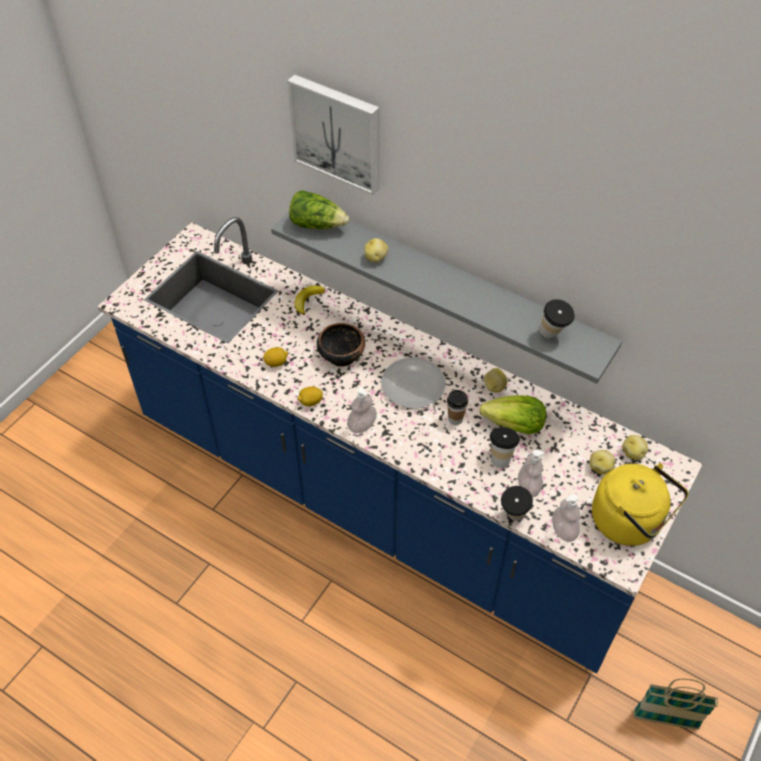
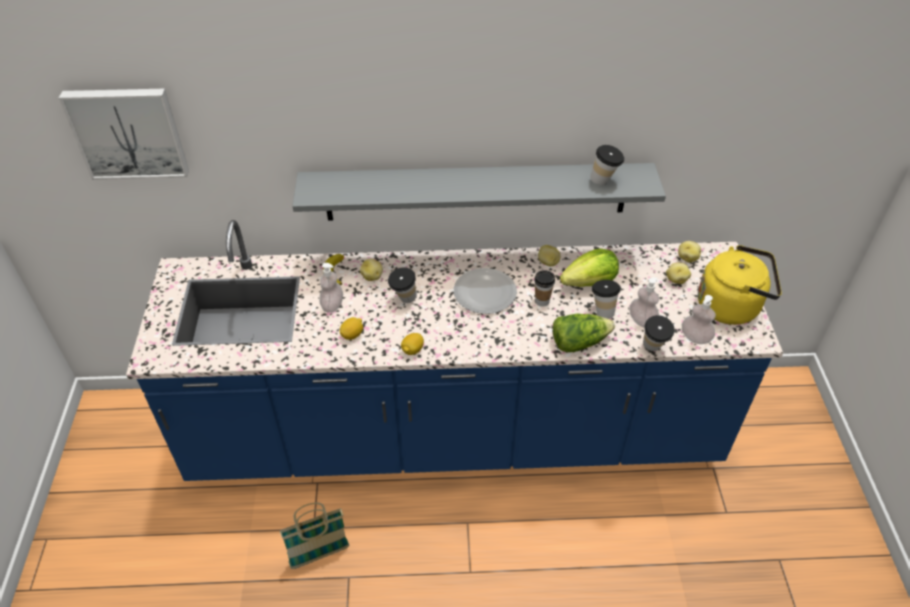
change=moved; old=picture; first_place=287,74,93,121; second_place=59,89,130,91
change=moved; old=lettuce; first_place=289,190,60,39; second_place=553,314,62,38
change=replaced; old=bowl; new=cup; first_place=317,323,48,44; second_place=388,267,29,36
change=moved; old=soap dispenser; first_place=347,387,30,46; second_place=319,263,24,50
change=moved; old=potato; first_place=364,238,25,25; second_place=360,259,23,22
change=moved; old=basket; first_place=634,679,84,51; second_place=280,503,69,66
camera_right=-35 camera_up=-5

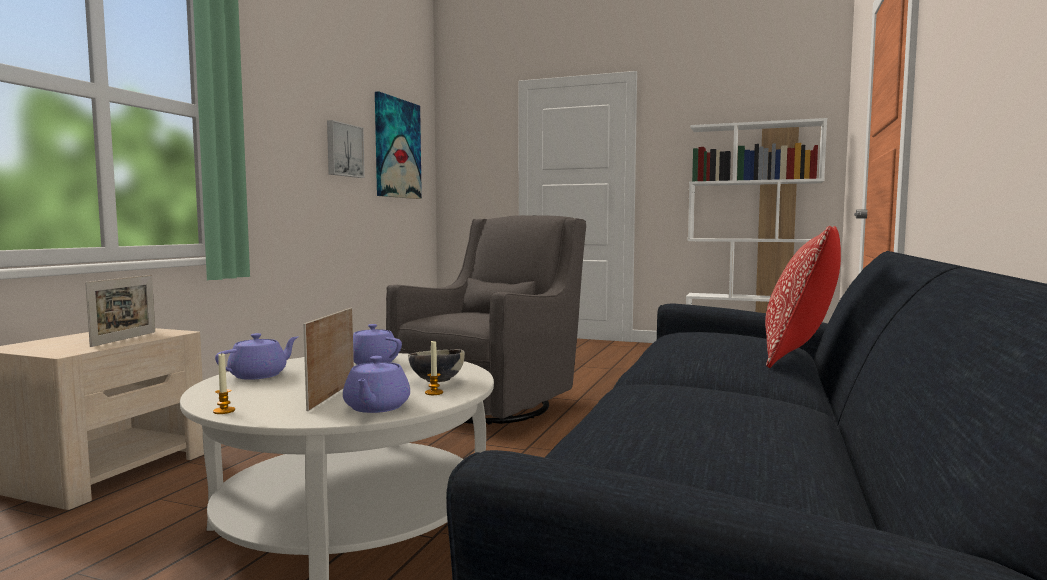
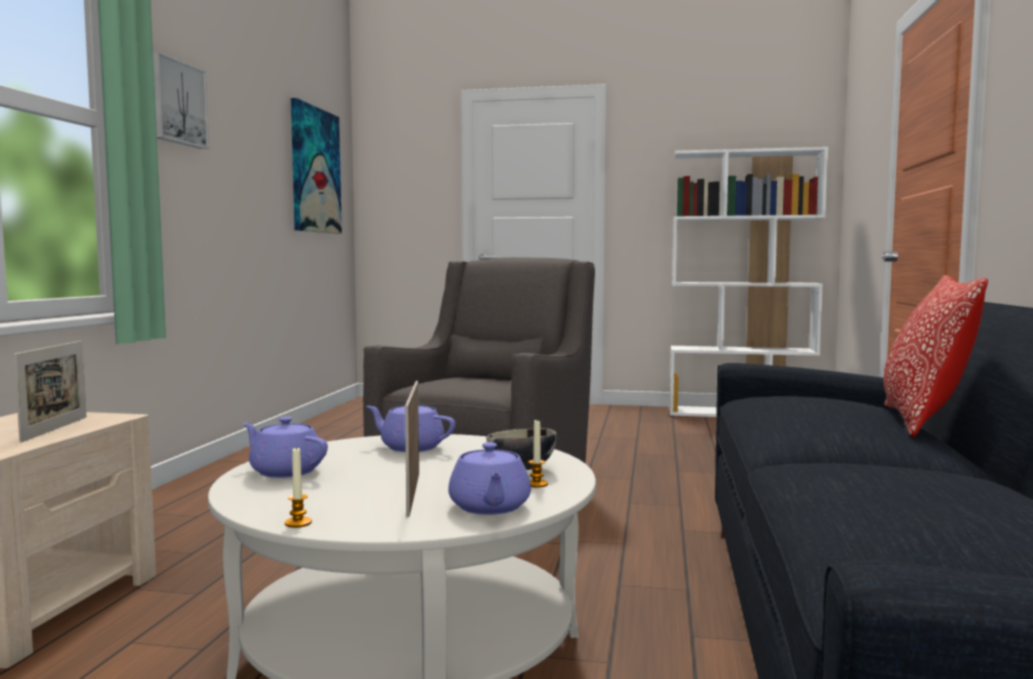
change=turned; old=purple teapot; first_place=215,333,84,47; second_place=243,417,85,61; degrees=-90
change=moved; old=picture; first_place=327,120,38,58; second_place=153,52,56,97
camera_right=-10 camera_up=0

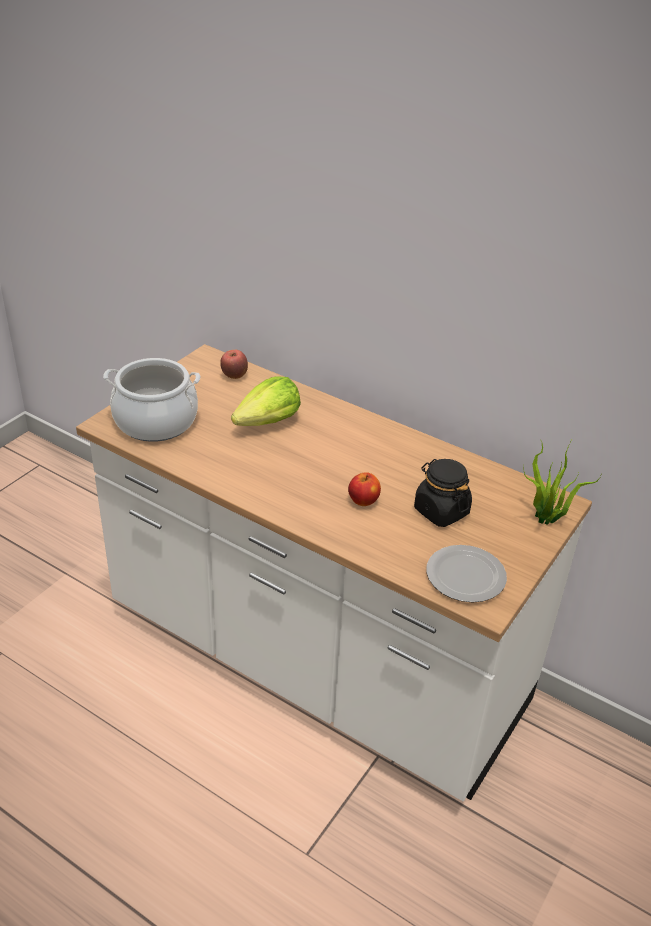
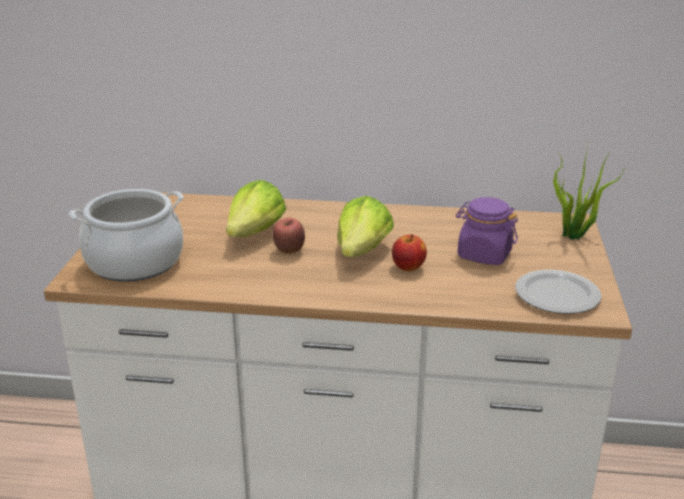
change=moved; old=apple; first_place=220,350,28,29; second_place=272,218,33,36
change=recoloured; old=black jar; new=purple jar; first_place=414,459,58,68; second_place=456,197,62,68
change=added; new=lettuce; second_place=337,196,57,61
camera_right=-25 camera_up=-10

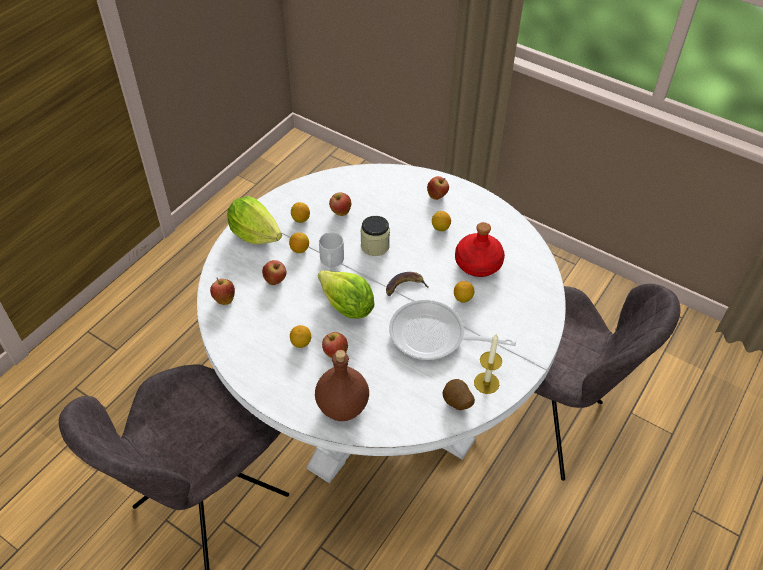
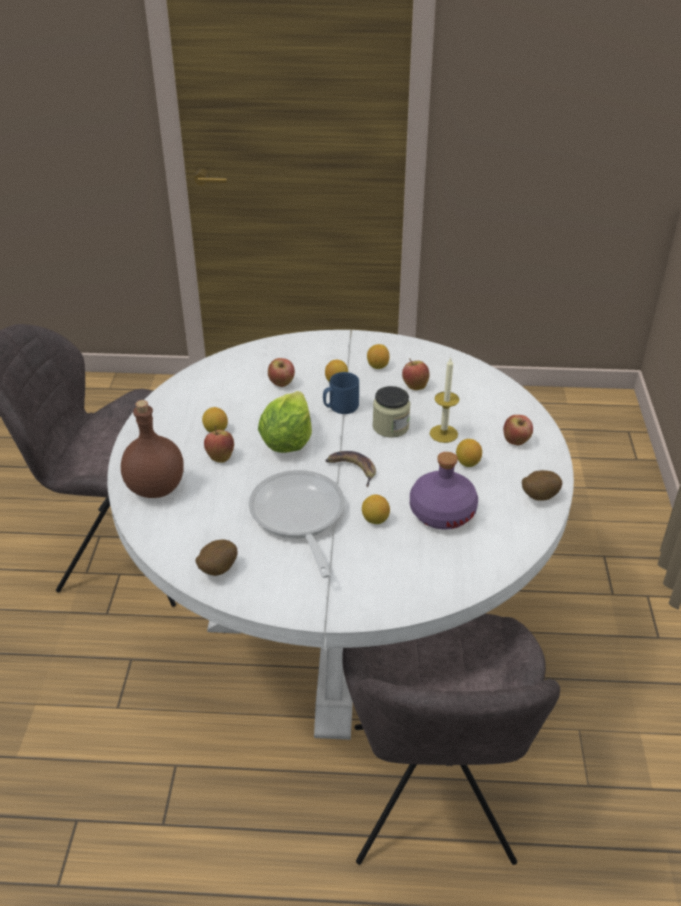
change=removed; old=apple; first_place=210,277,25,28
change=removed; old=lettuce; first_place=227,196,55,48
change=recoloured; old=grey mug; new=blue mug; first_place=319,232,25,36; second_place=323,372,36,42
change=recoloured; old=red bottle; new=purple bottle; first_place=455,222,50,55; second_place=410,452,68,78
change=moved; old=candle; first_place=474,333,28,61; second_place=430,357,29,86
change=added; new=potato; second_place=522,470,40,31
camera_right=60 camera_up=-10

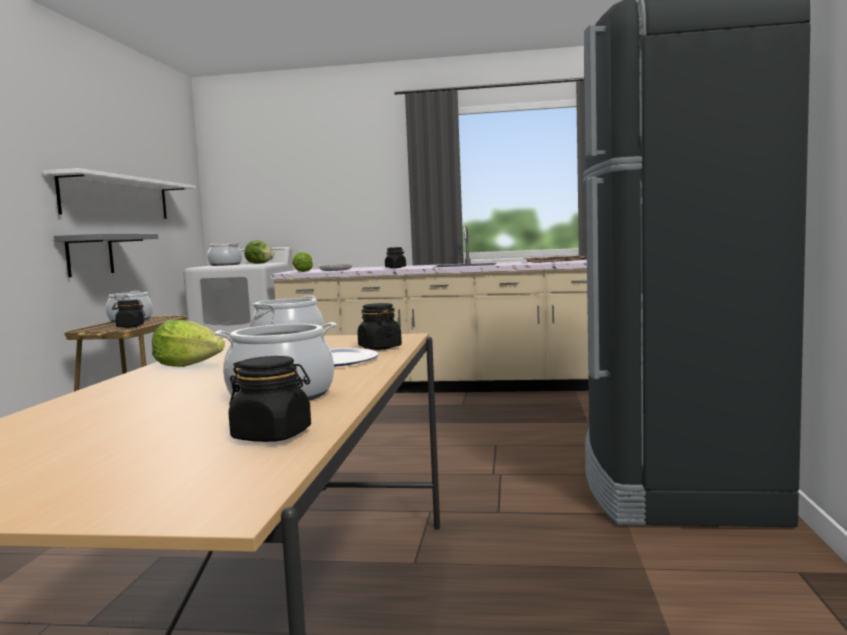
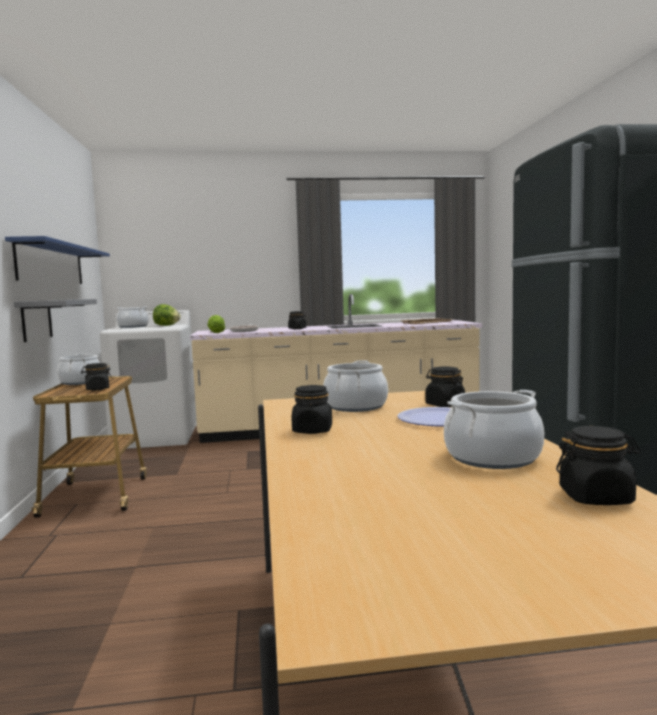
change=recoloured; old=white shelf; new=blue shelf; first_place=43,168,153,51; second_place=5,236,105,48
change=replaced; old=lettuce; new=black jar; first_place=152,320,73,47; second_place=292,385,40,49
camera_right=-15 camera_up=0

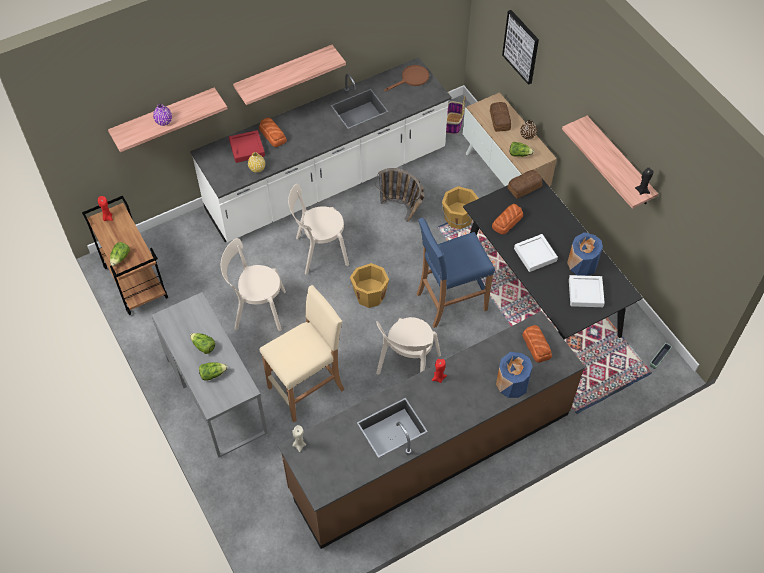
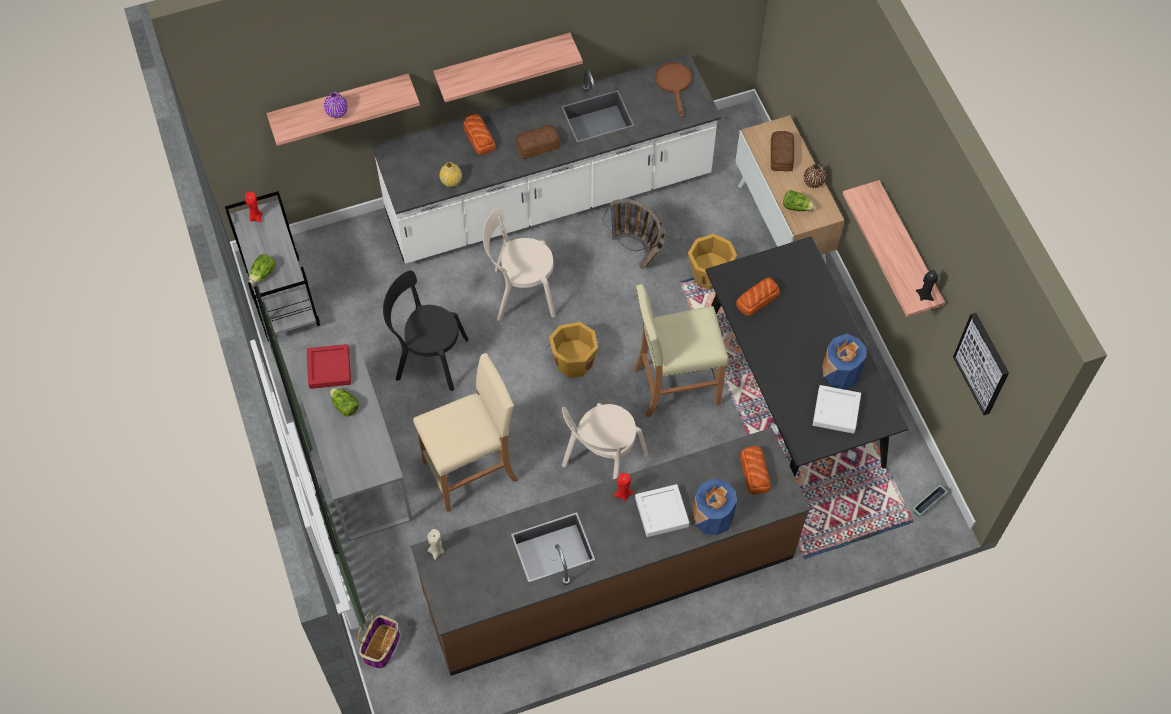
change=recoloured; old=brown cart; new=grey cart; first_place=82,196,86,119; second_place=225,191,95,150
change=removed; old=lettuce; first_place=199,362,29,19
change=recoloured; old=beige chair; new=black chair; first_place=221,238,65,93; second_place=383,270,85,121
change=moved; old=red tray; first_place=229,130,36,33; second_place=307,344,44,45
change=turned; old=brown frying pan; first_place=384,65,45,26; second_place=655,62,36,55; degrees=-75
change=recoloured; old=blue stool; new=beige stool; first_place=417,218,78,110; second_place=634,284,95,134
change=moved; old=basket; first_place=446,96,20,38; second_place=358,612,42,57
change=moved; old=picture; first_place=502,10,37,75; second_place=953,313,56,102
change=moved; old=bread; first_place=507,170,35,29; second_place=516,125,44,34
change=moved; old=white tray; first_place=514,234,44,38; second_place=635,484,54,53
camera_right=10 camera_up=5

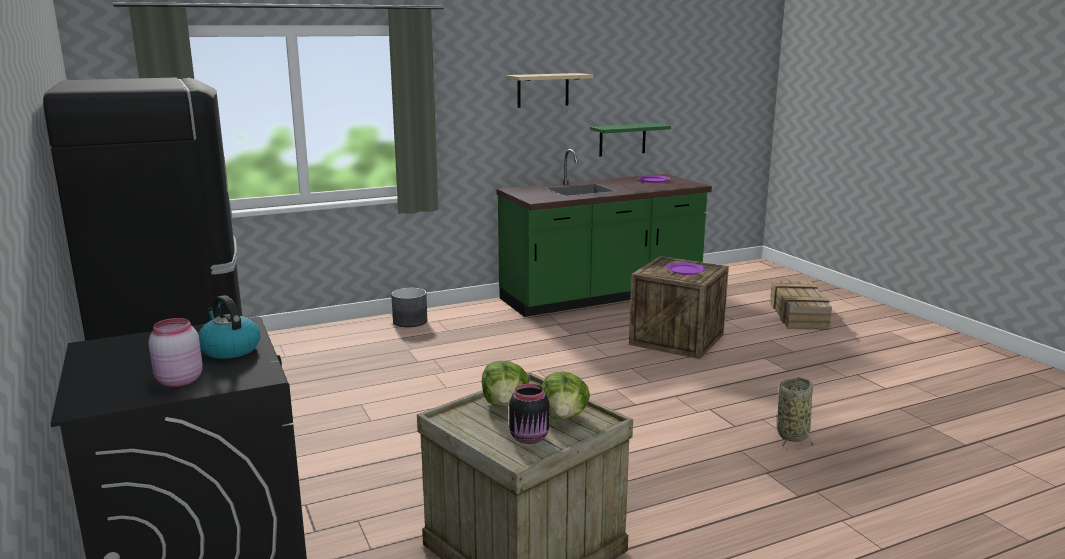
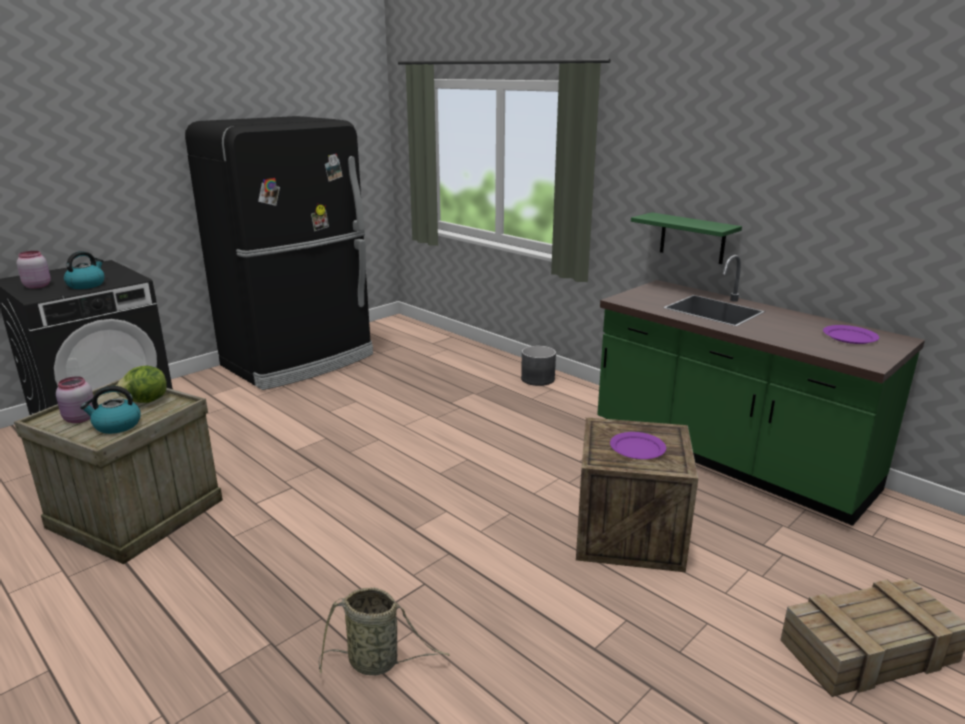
change=removed; old=beige shelf; first_place=506,73,87,35
change=recoloured; old=black jar; new=pink jar; first_place=509,383,40,61; second_place=56,376,38,47
change=replaced; old=lettuce; new=kettle; first_place=542,372,48,48; second_place=80,386,61,48
change=moved; old=green shelf; first_place=590,123,81,33; second_place=631,212,111,52
camera_right=70 camera_up=5

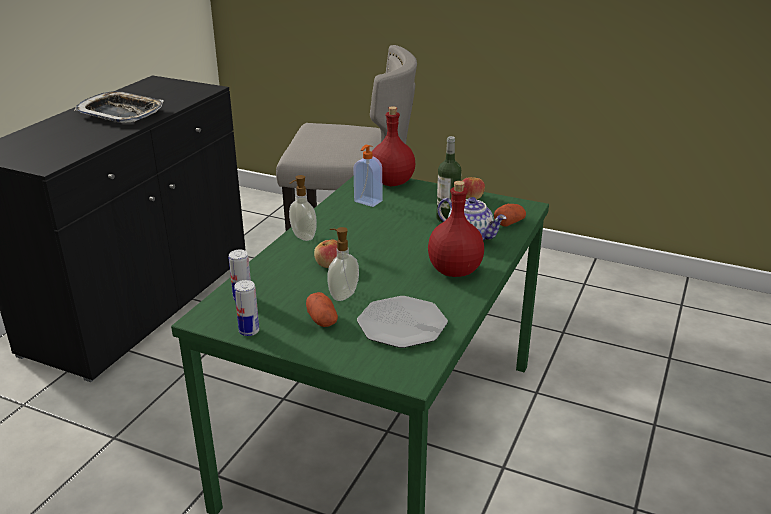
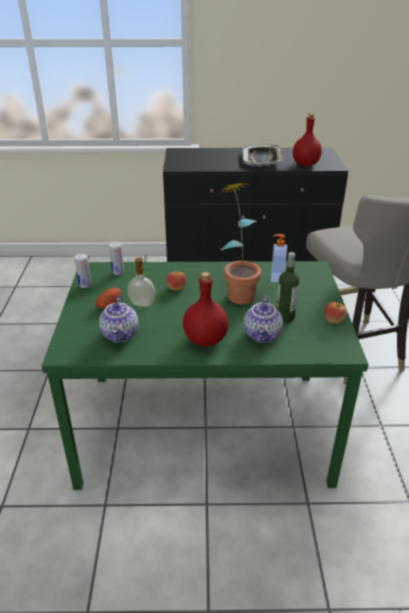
change=removed; old=soap dispenser; first_place=289,175,28,66
change=replaced; old=plate; new=teapot; first_place=357,296,91,52; second_place=99,295,39,48
change=moved; old=red bottle; first_place=372,106,43,80; second_place=293,113,29,53
change=removed; old=potato; first_place=494,204,32,23
change=added; new=potted plant; second_place=217,183,44,121
camera_right=65 camera_up=5

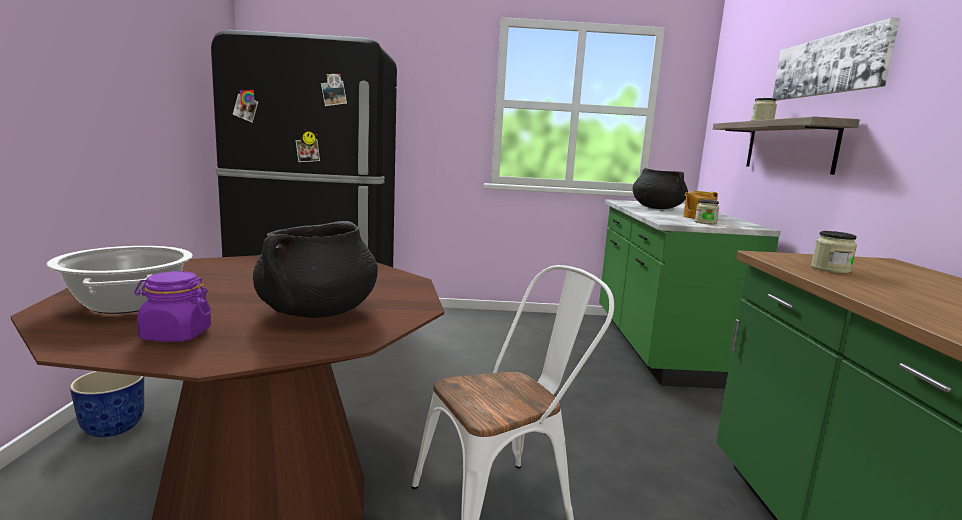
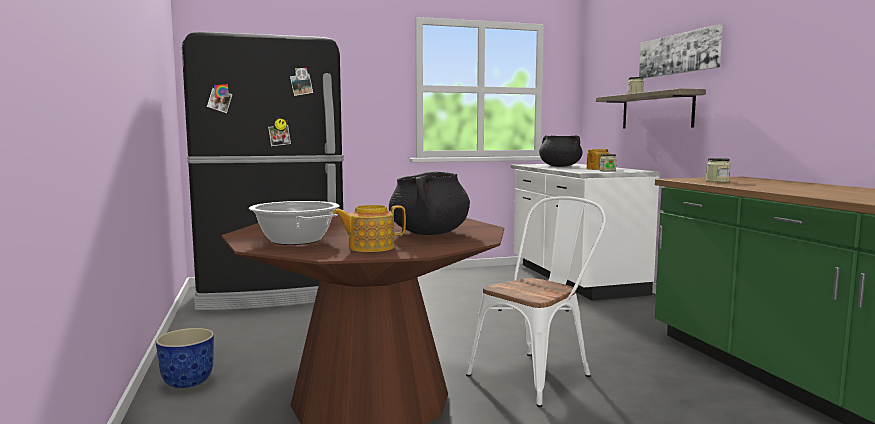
change=replaced; old=purple jar; new=teapot; first_place=134,271,77,71; second_place=333,205,73,47
change=recoloured; old=green counter; new=white counter; first_place=599,199,182,190; second_place=511,163,149,138
camera_right=-15 camera_up=-5

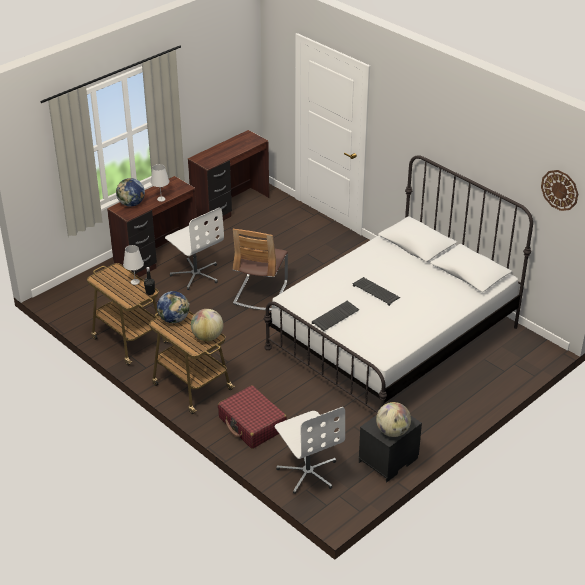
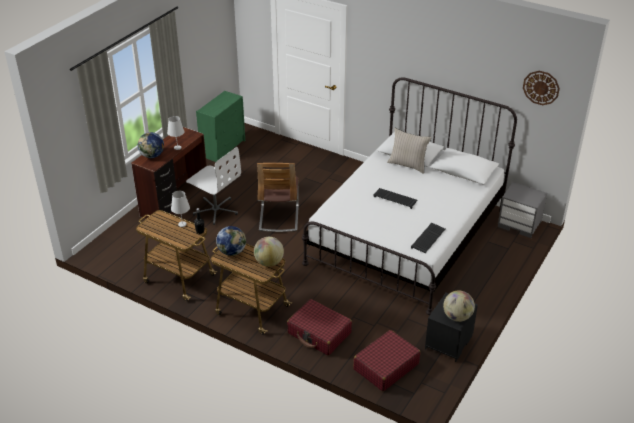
change=replaced; old=brown desk; new=green dresser; first_place=188,130,81,95; second_place=196,91,49,71
change=replaced; old=white office chair; new=red suitcase; first_place=274,407,71,87; second_place=353,330,68,61
change=moved; old=keyboard; first_place=312,301,47,30; second_place=411,223,34,30
change=added; new=beige pillow; second_place=387,128,45,46
change=added; new=grey nightstand; second_place=498,182,49,56
camera_right=-15 camera_up=0

